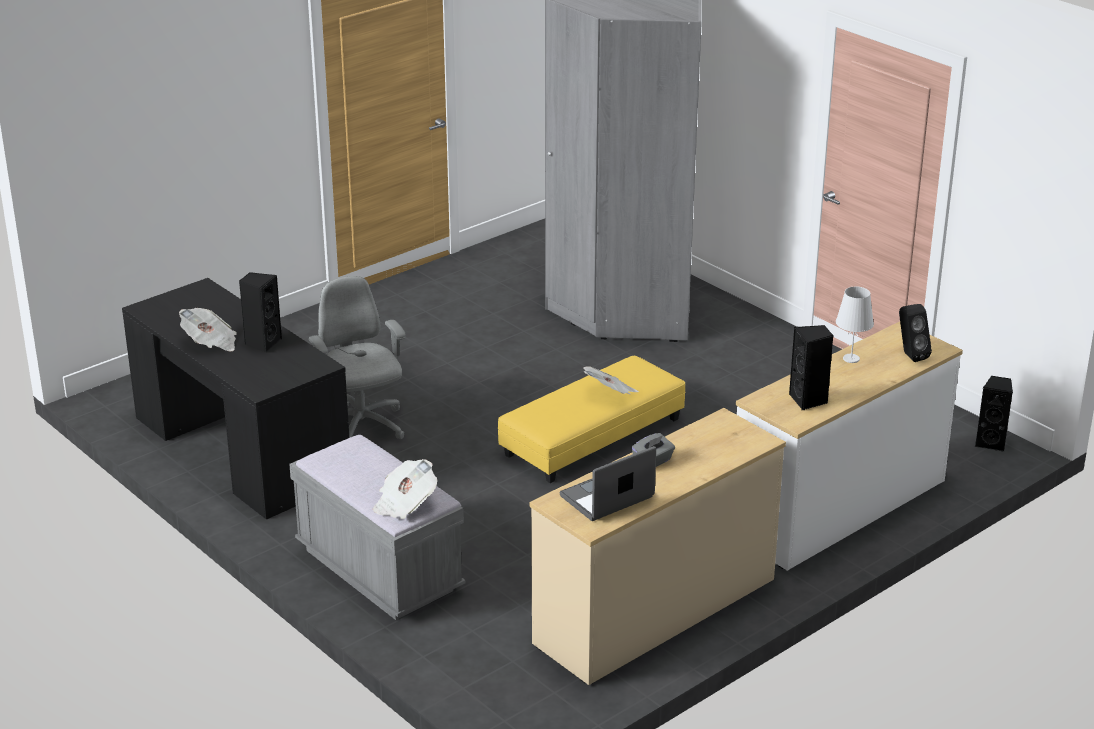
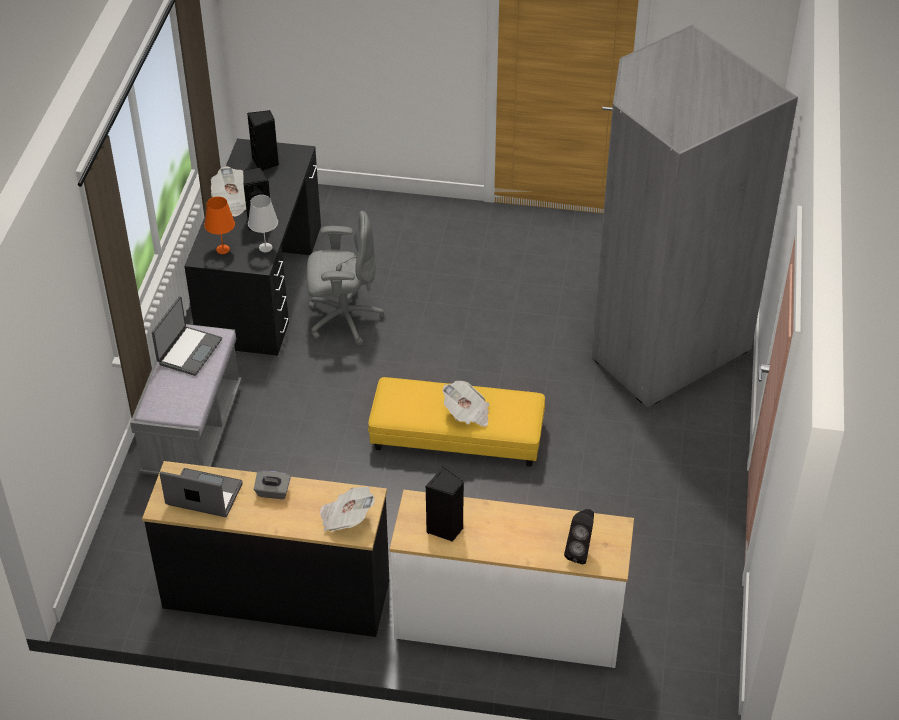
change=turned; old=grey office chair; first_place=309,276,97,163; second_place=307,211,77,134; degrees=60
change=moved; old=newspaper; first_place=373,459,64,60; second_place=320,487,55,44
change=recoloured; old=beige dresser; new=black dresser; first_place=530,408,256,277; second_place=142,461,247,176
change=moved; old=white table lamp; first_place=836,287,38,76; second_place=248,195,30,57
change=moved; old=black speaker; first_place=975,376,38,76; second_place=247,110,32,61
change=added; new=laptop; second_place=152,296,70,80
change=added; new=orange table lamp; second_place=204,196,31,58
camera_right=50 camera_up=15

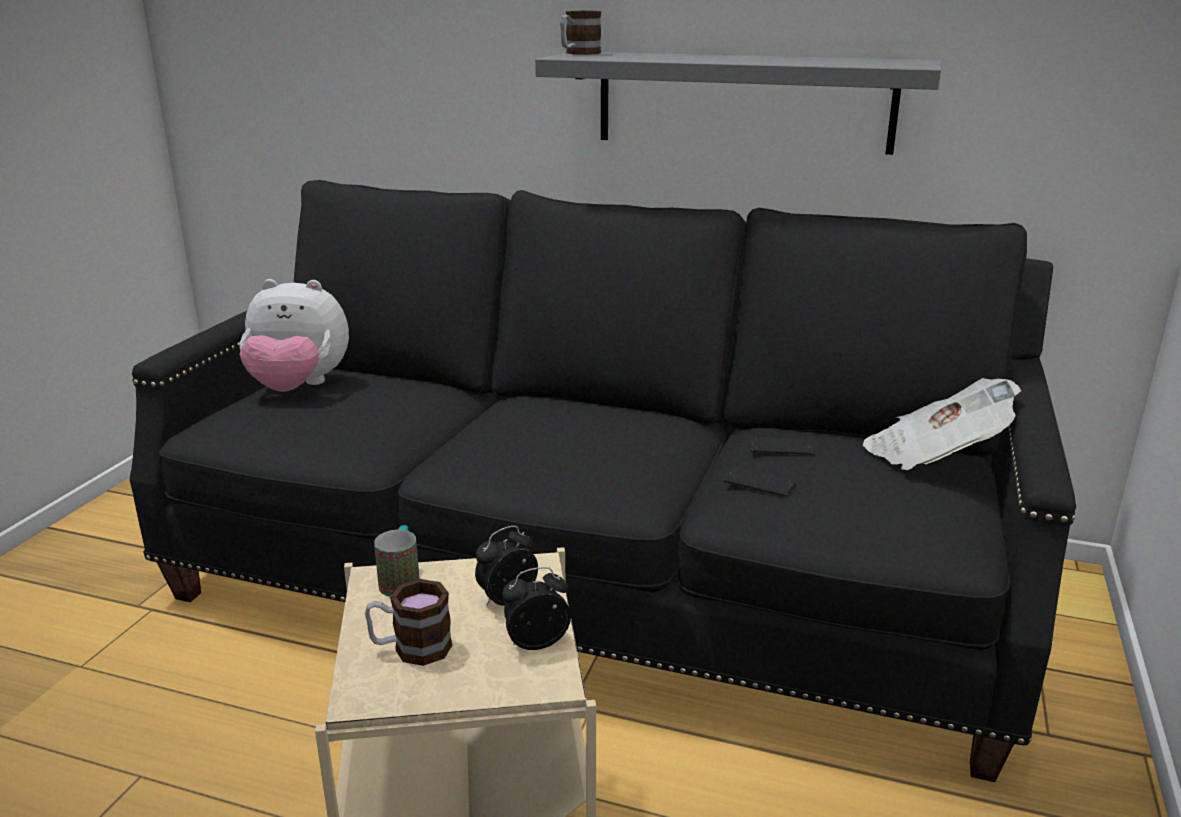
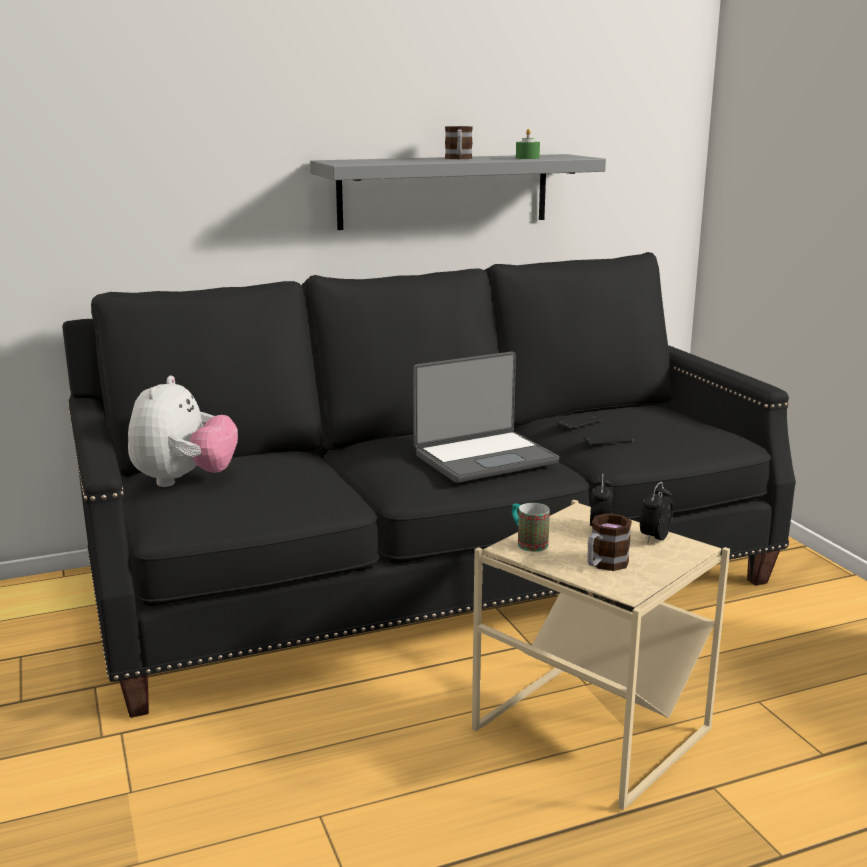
change=turned; old=plush toy; first_place=239,279,110,113; second_place=128,376,110,111; degrees=-45
change=moved; old=mug; first_place=560,11,41,44; second_place=445,126,28,33
change=removed; old=newspaper; first_place=863,378,158,92
change=added; new=laptop; second_place=413,352,146,131
change=added; new=green candle; second_place=516,129,24,30
camera_right=-40 camera_up=-5

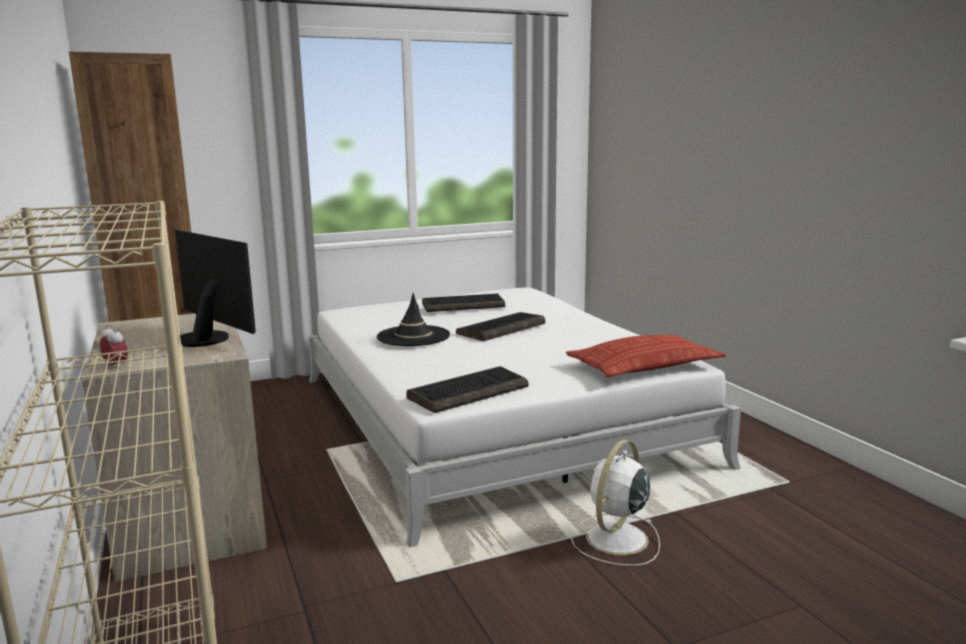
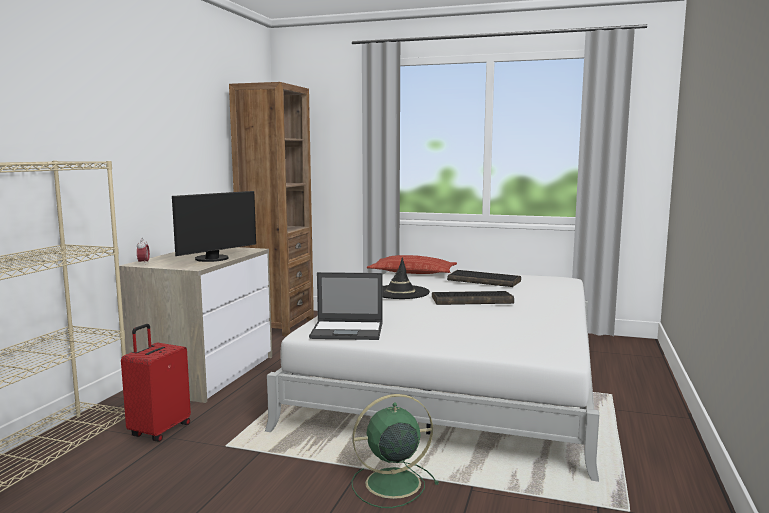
change=turned; old=monitor; first_place=175,229,81,118; second_place=172,191,84,71; degrees=45
change=replaced; old=keyboard; new=laptop; first_place=407,366,122,47; second_place=309,272,74,68
change=moved; old=pillow; first_place=566,335,160,42; second_place=367,255,90,19
change=recoloured; old=white fan; new=green fan; first_place=571,440,89,126; second_place=351,394,88,114
change=added; new=red suitcase; second_place=121,324,70,118
camera_right=40 camera_up=-5

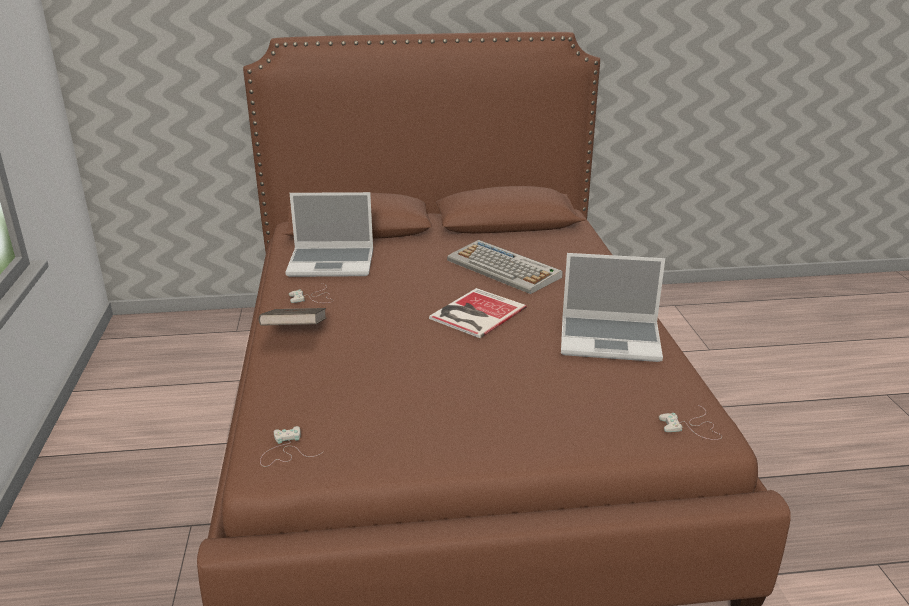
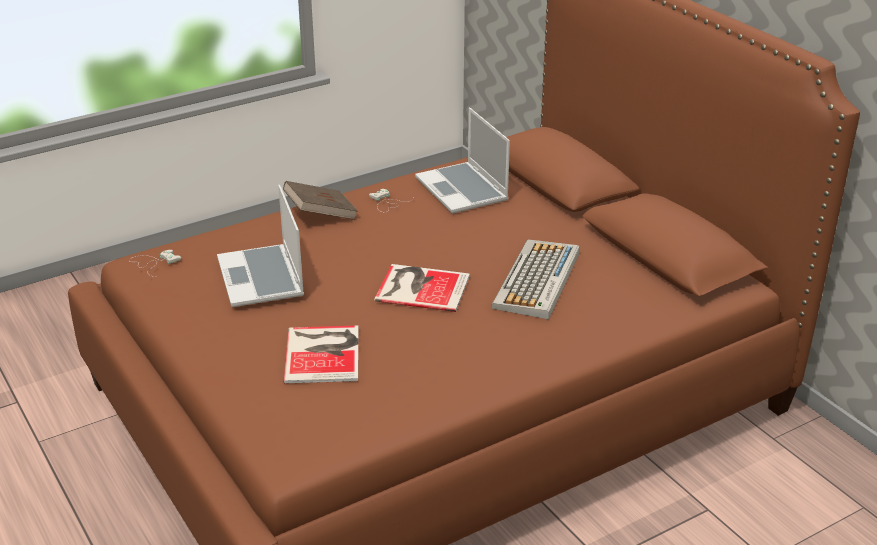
change=moved; old=laptop; first_place=561,253,104,109; second_place=217,185,87,122
change=removed; old=white game controller; first_place=659,405,63,35
change=added; new=book; second_place=284,325,74,59
camera_right=65 camera_up=5

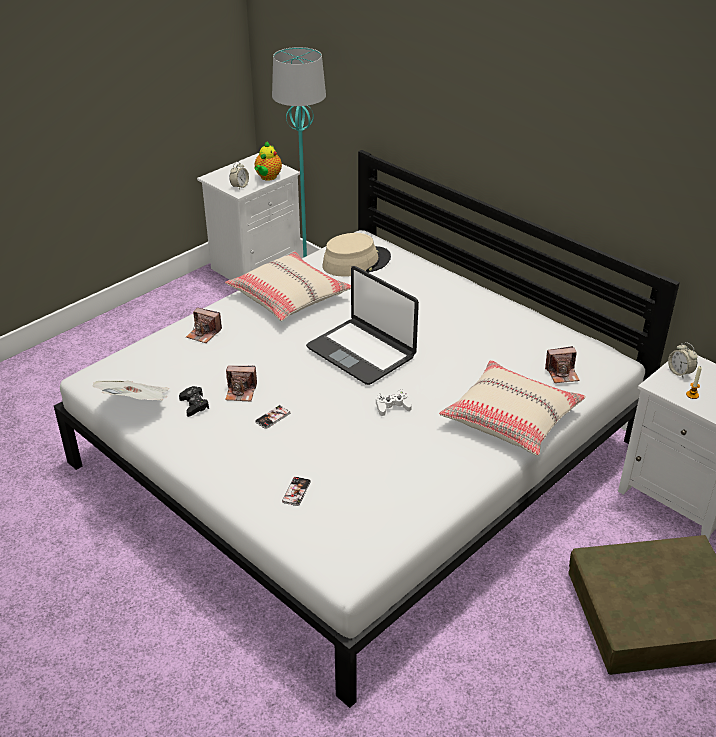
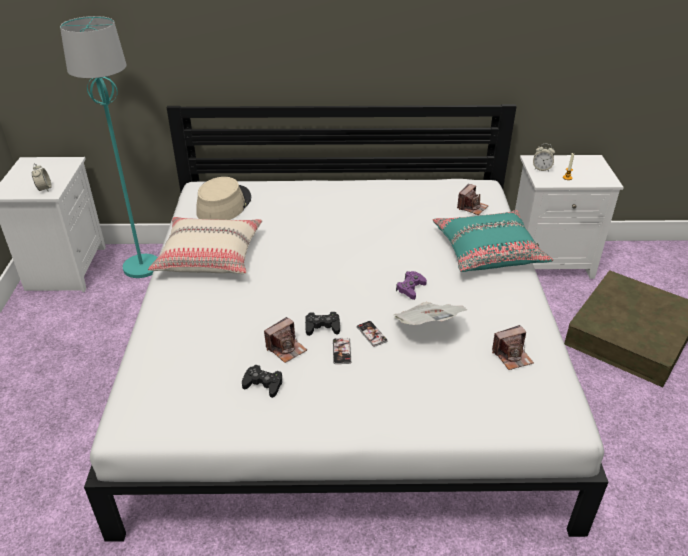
change=moved; old=newspaper; first_place=93,380,76,20; second_place=394,302,74,23
change=moved; old=photo camera; first_place=186,308,36,35; second_place=492,325,42,45
change=removed; old=teapot; first_place=255,141,27,40
change=moved; old=phone; first_place=282,477,29,29; second_place=357,321,31,26
change=removed; old=laptop; first_place=306,266,113,119
change=recoloured; old=white game controller; new=purple game controller; first_place=376,390,36,26; second_place=396,271,31,29
change=recoloured; old=beige pillow; new=turquoise pillow; first_place=439,360,147,96; second_place=432,210,122,62
change=added; new=black game controller; second_place=305,312,35,24
camera_right=-45 camera_up=0

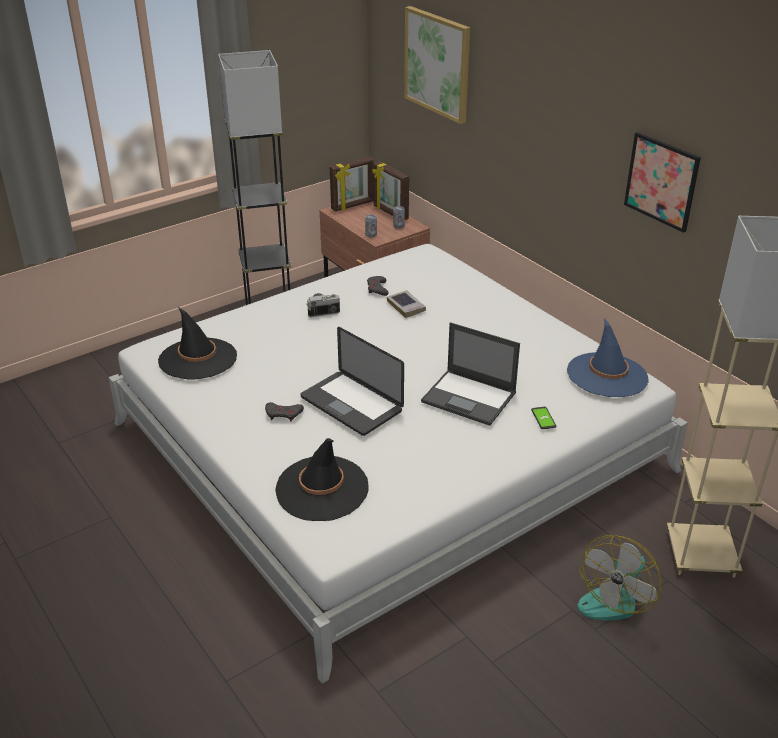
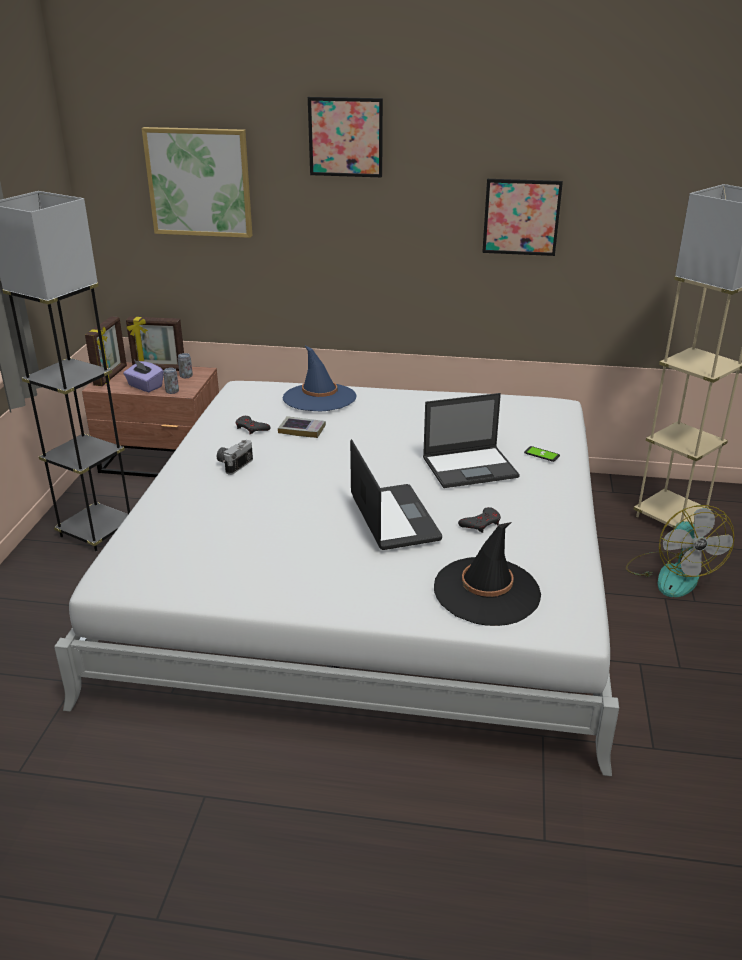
change=removed; old=black hat; first_place=158,307,79,72
change=moved; old=grey game controller; first_place=265,402,39,20; second_place=458,507,43,26
change=turned; old=laptop; first_place=301,327,103,109; second_place=350,439,92,111; degrees=-105
change=moved; old=blue hat; first_place=567,318,82,79; second_place=282,345,75,66
change=added; new=purple tissue box; second_place=123,360,41,32
change=added; new=picture; second_place=308,97,75,80
camera_right=-45 camera_up=-5

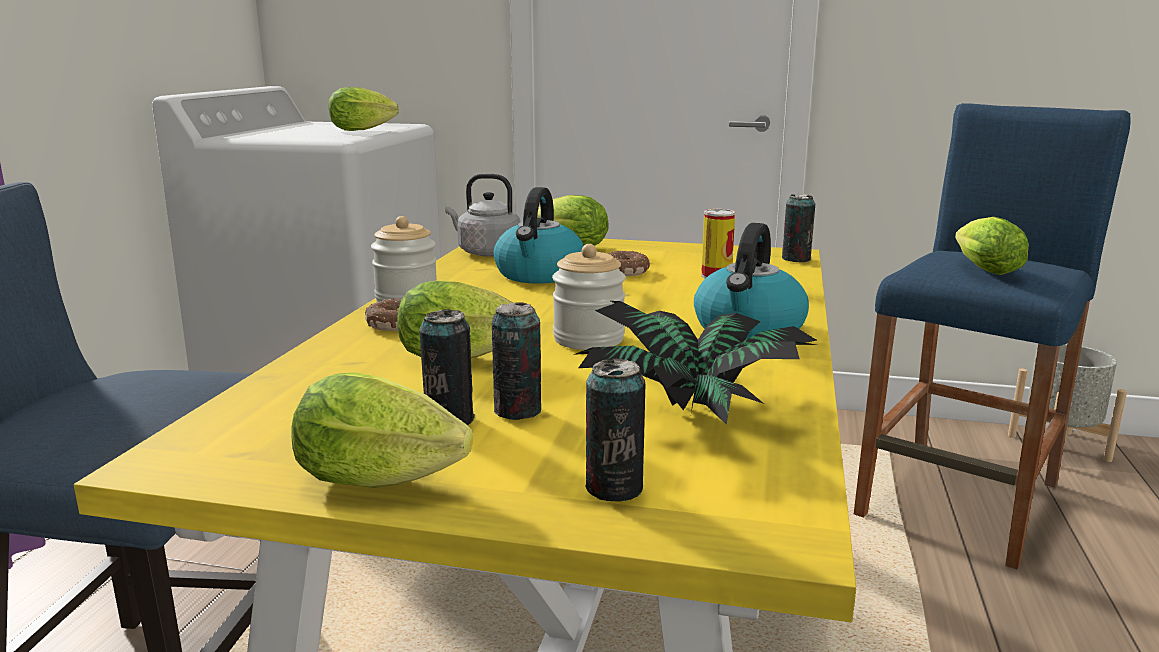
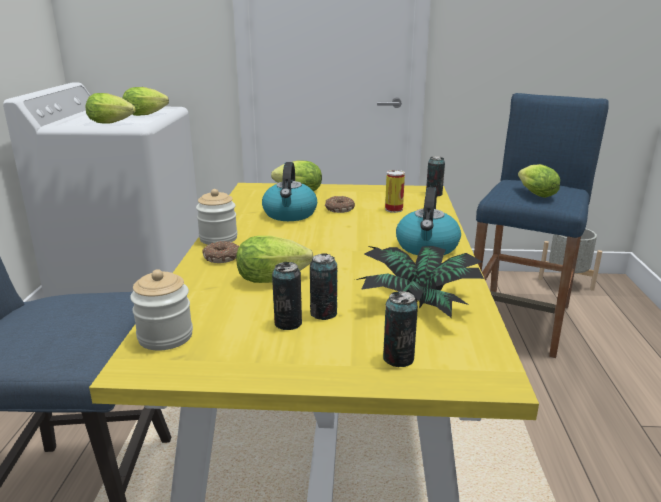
change=moved; old=lettuce; first_place=291,373,182,115; second_place=86,93,50,31
change=removed; old=grey kettle; first_place=445,174,75,83
change=moved; old=jar; first_place=552,244,74,106; second_place=130,269,63,82
camera_right=-10 camera_up=5

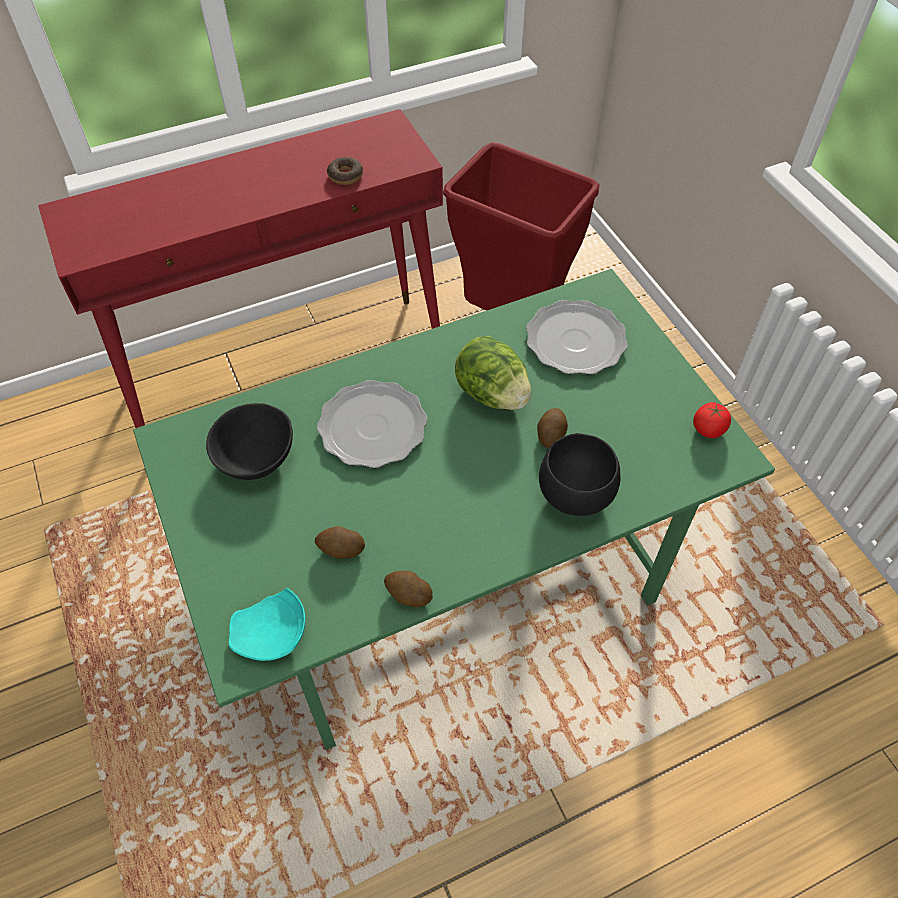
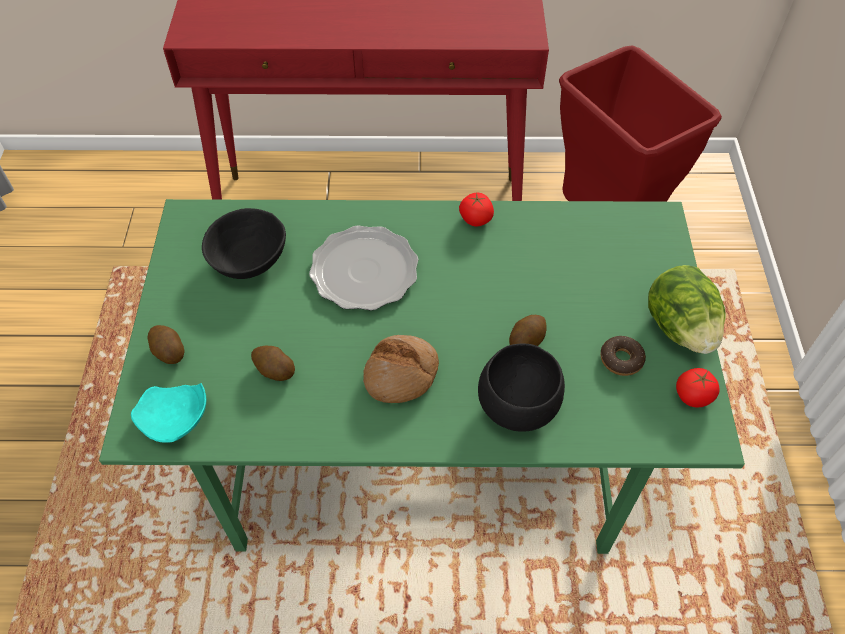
change=moved; old=donut; first_place=327,157,36,28; second_place=601,336,45,40
change=moved; old=potato; first_place=384,571,49,36; second_place=148,325,37,39
change=moved; old=lettuce; first_place=455,336,76,74; second_place=648,265,77,89
change=removed; old=plate; first_place=526,300,102,75
change=added; new=bread; second_place=363,335,76,68
change=added; new=tomato; second_place=459,192,35,34
camera_right=25 camera_up=0

